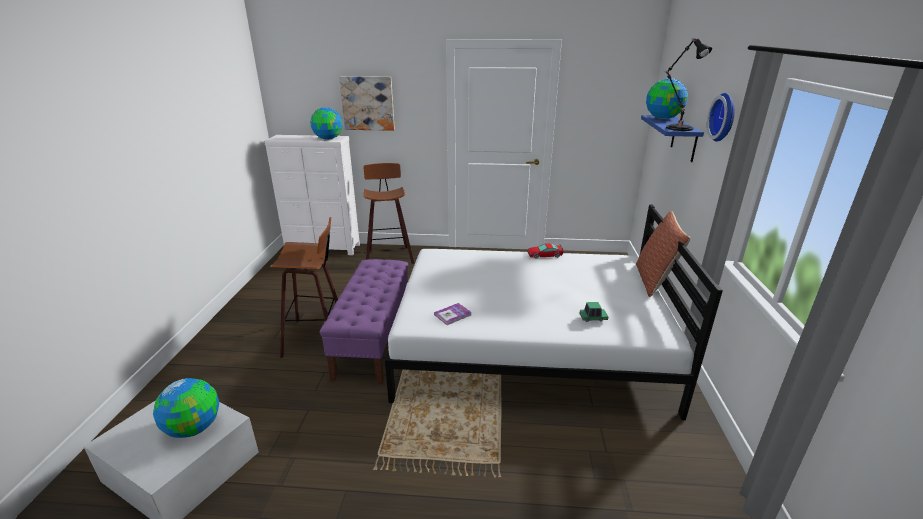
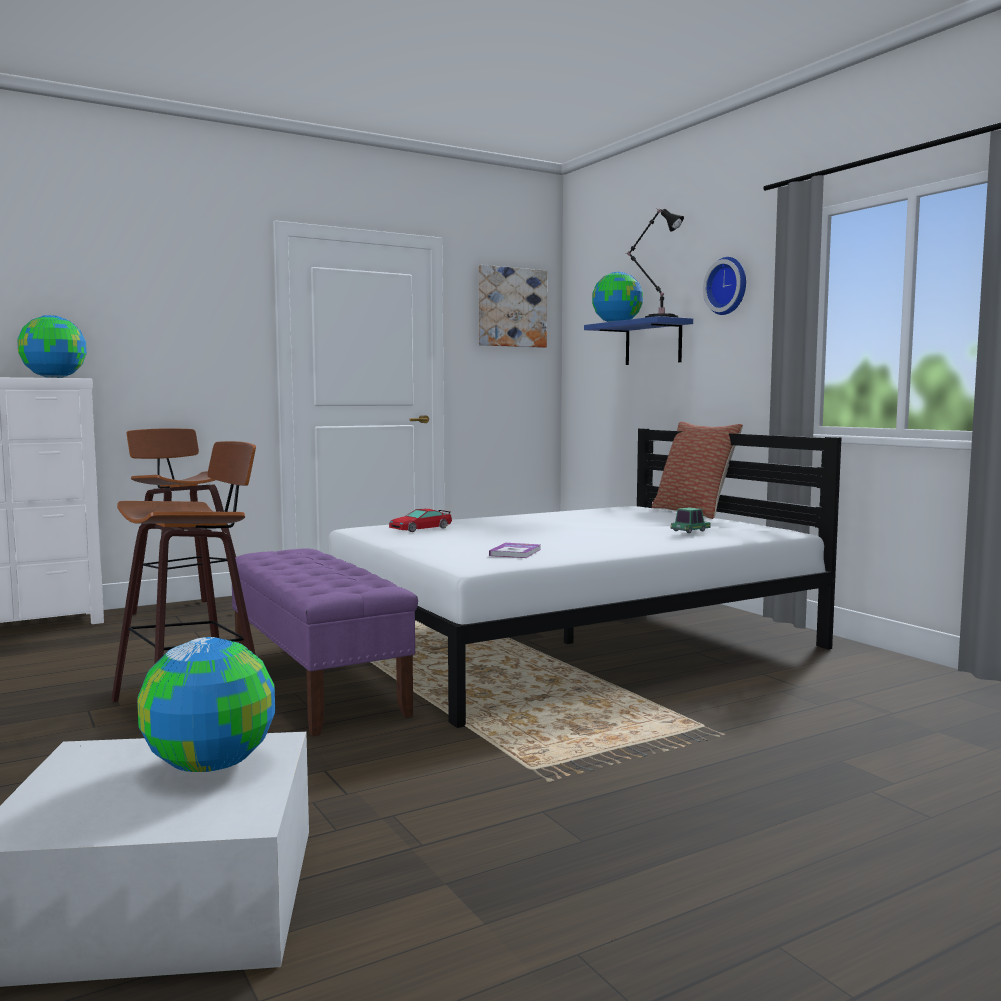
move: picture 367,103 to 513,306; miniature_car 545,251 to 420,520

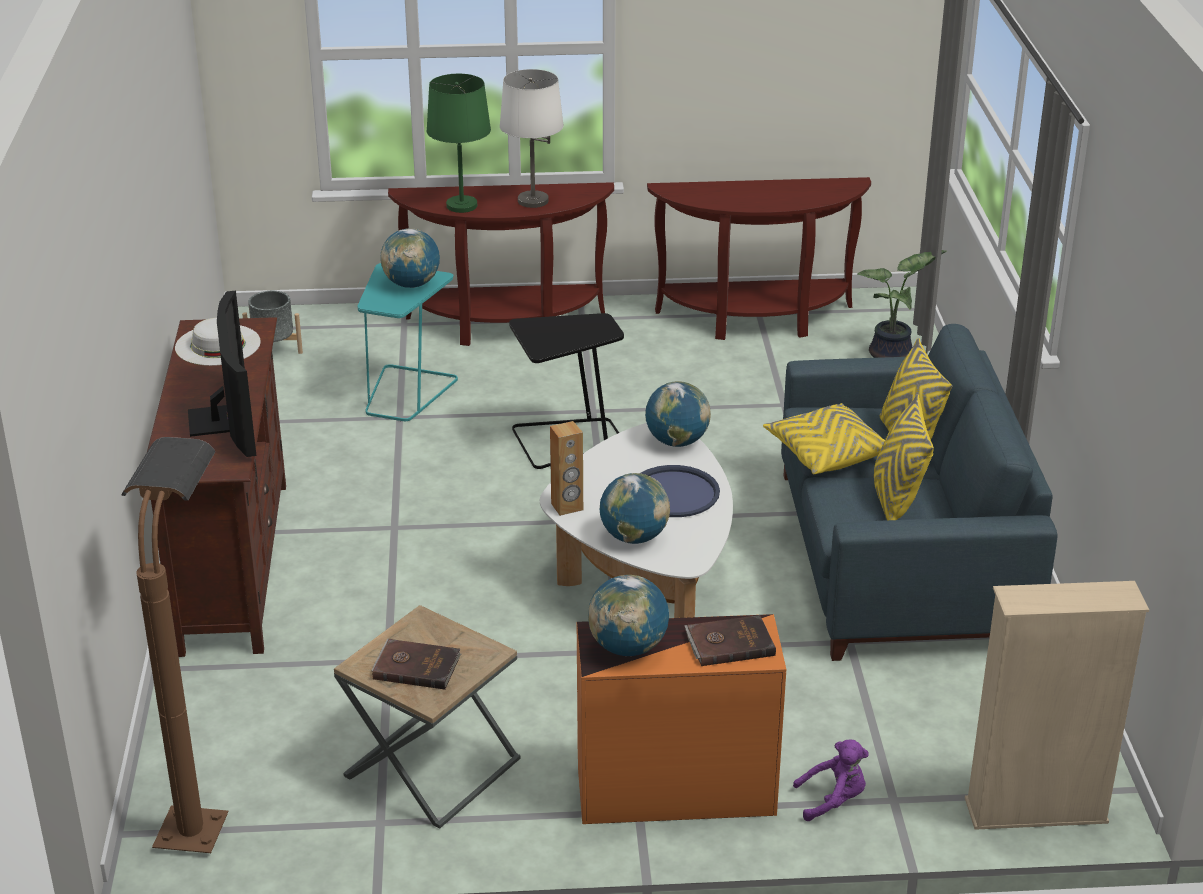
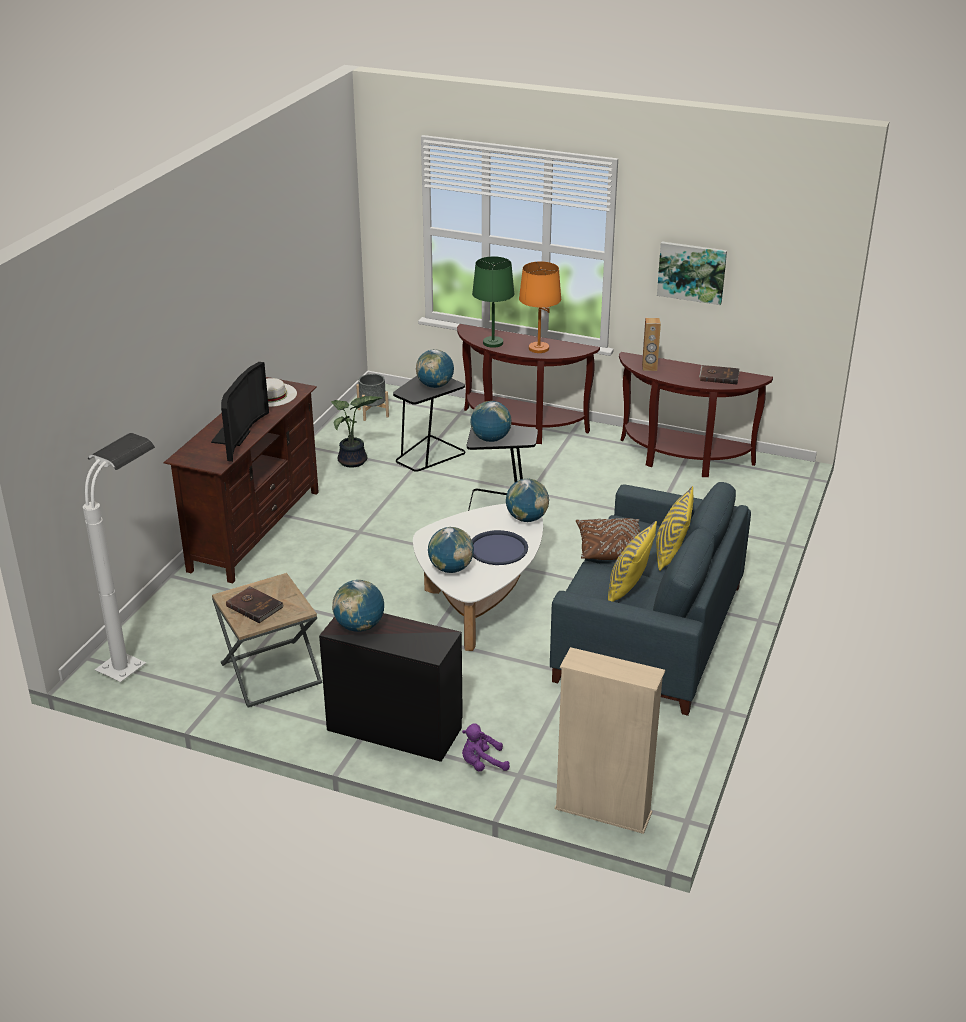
insert: world_globe 491,421; picture 692,273
move: brown-coloured_audio_speaker 566,468 to 651,344; brown-coloured_bound_book 730,640 to 719,374; plant_in_a_pot 902,304 to 356,432
recolor: brown-coloured_standing_lamp 175,645 to whitish_standing_lamp 119,557; turquoise_accent_table 407,342 to blackish_accent_table 429,424; whitish_table_lamp 532,138 to orange_table_lamp 540,307; orange_drawer_chest 681,719 to blackish_drawer_chest 391,687; yellow_cushion 824,438 to brown-coloured_cushion 608,539
rotate: purplish_soft_toy 831,780 = 486,747 150 degrees clockwise

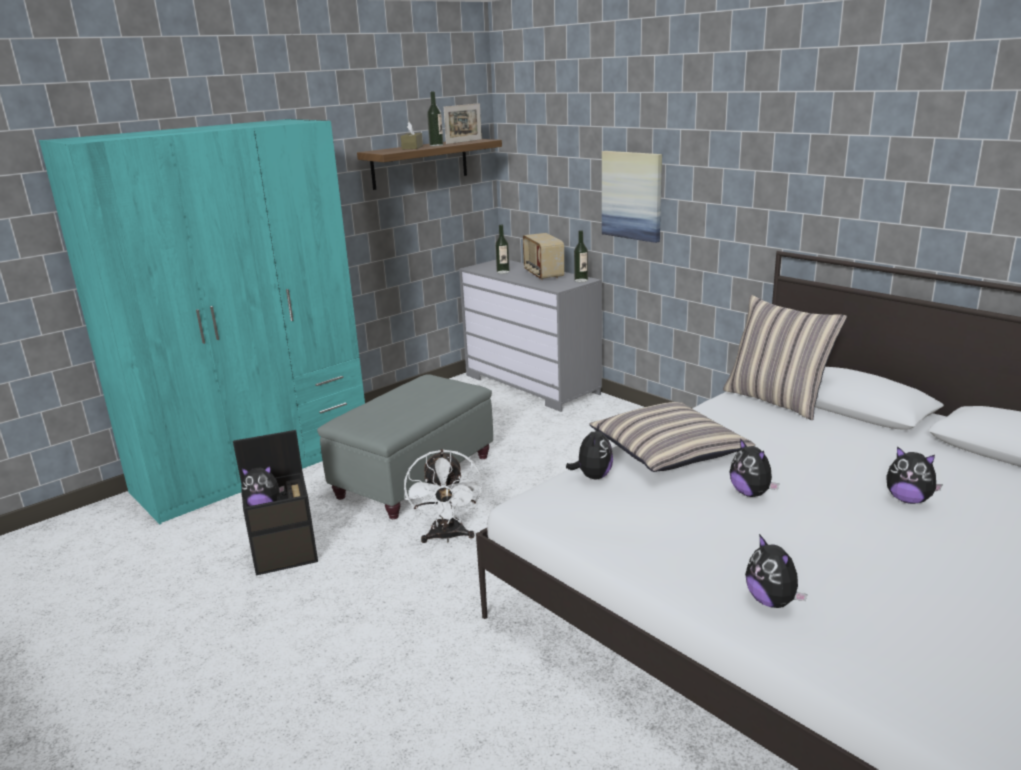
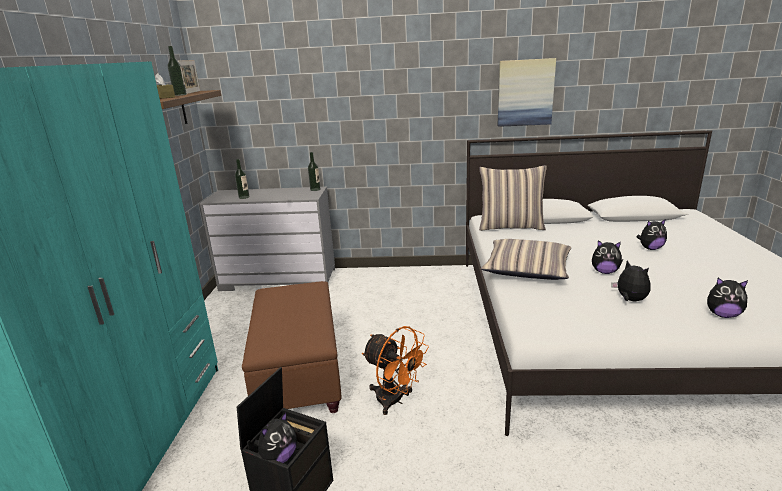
delete: radio_receiver 543,256
move: soft_toy 589,452 to 631,280; picture 632,197 to 526,92
recolor: greyish_pouffe 405,446 to brown-coloured_pouffe 292,347; whitish_cooling_fan 443,496 to orange_cooling_fan 395,370

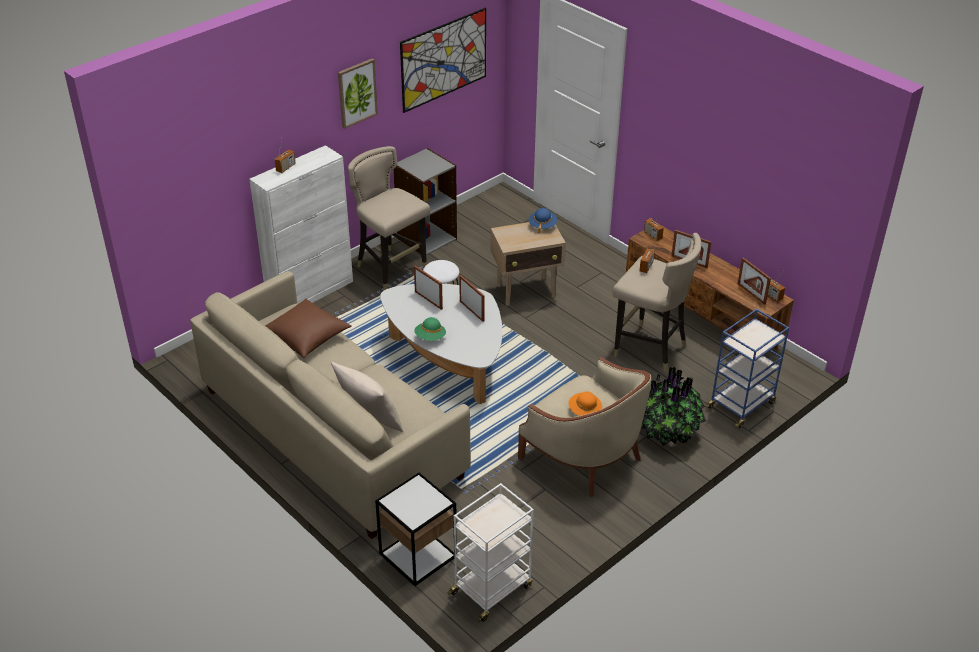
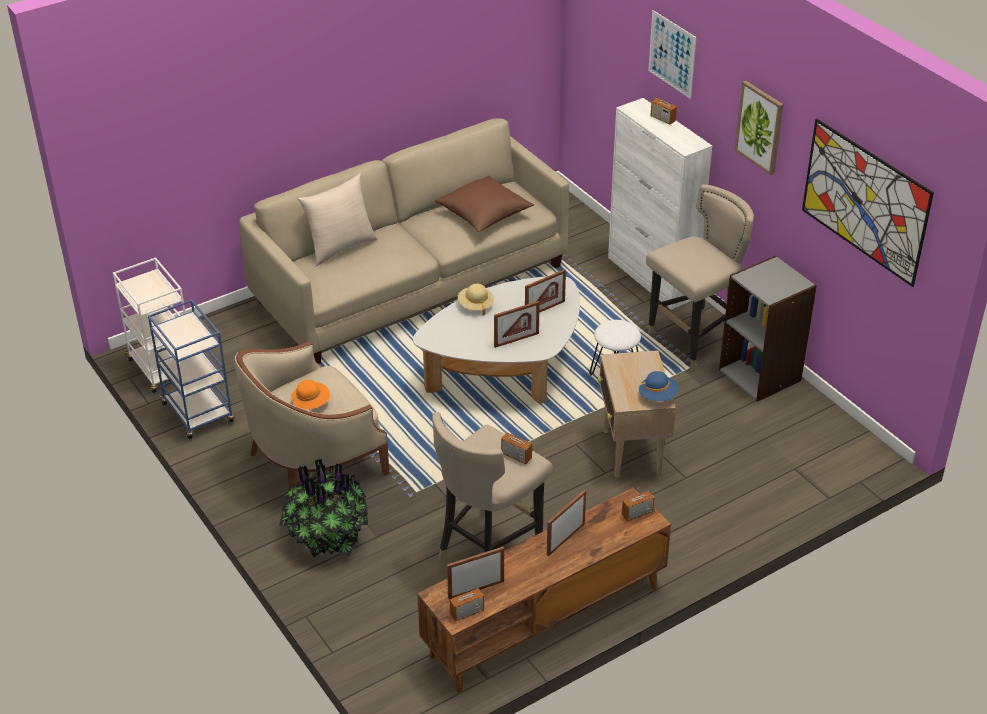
delete: accent_table 416,529
insert: picture 672,54
move: blue-coloured_cart 747,368 to 191,369
recolor: greenish_hat 430,329 to beige-coloured_hat 476,299

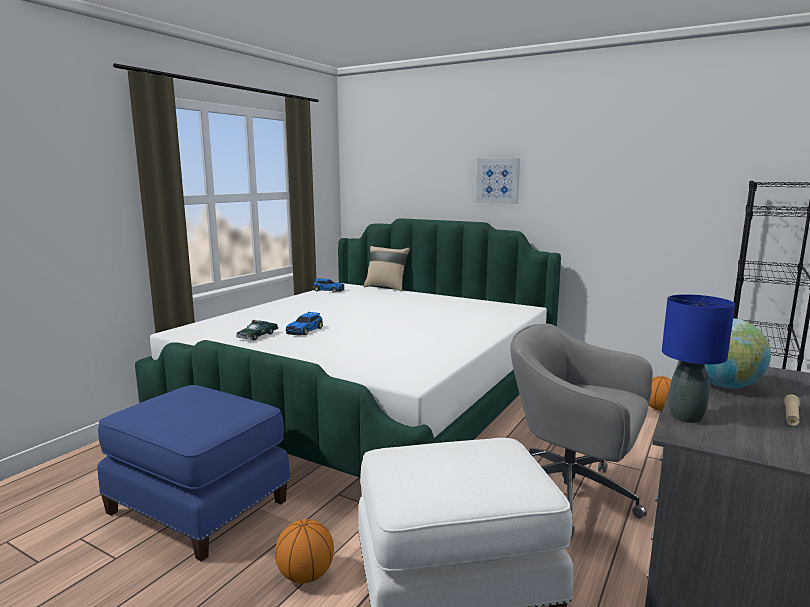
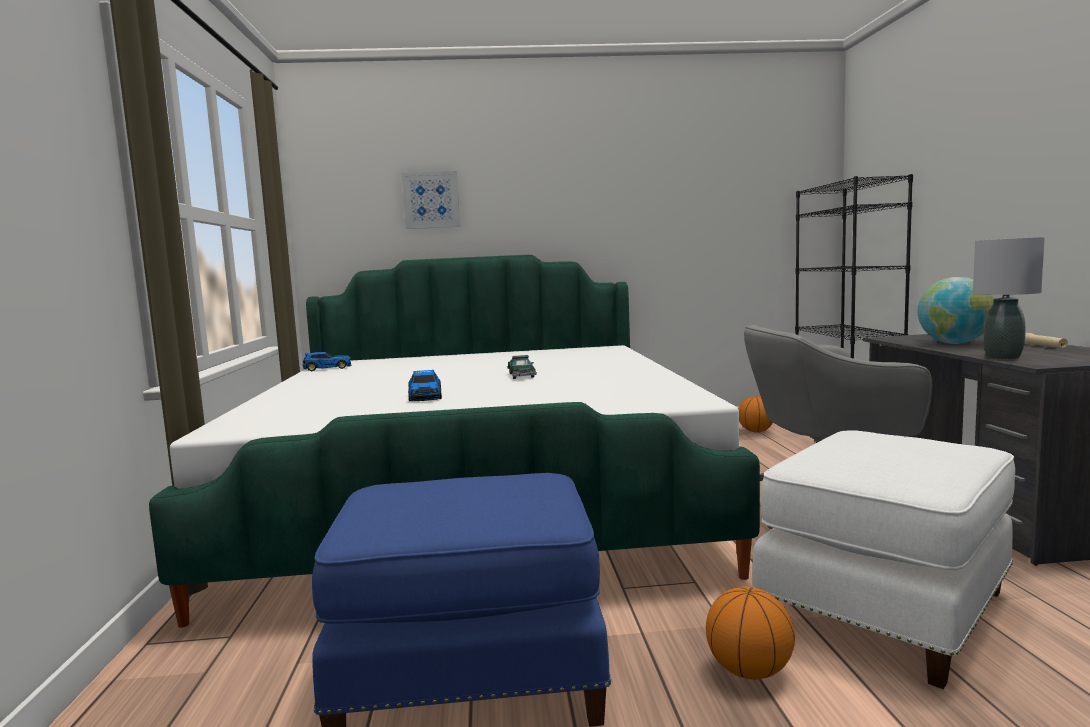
delete: beige-coloured_cushion 386,269
move: miniature_car 257,330 to 522,367; picture 498,181 to 431,200
recolor: blue-coloured_table_lamp 698,358 to greyish_table_lamp 1009,298

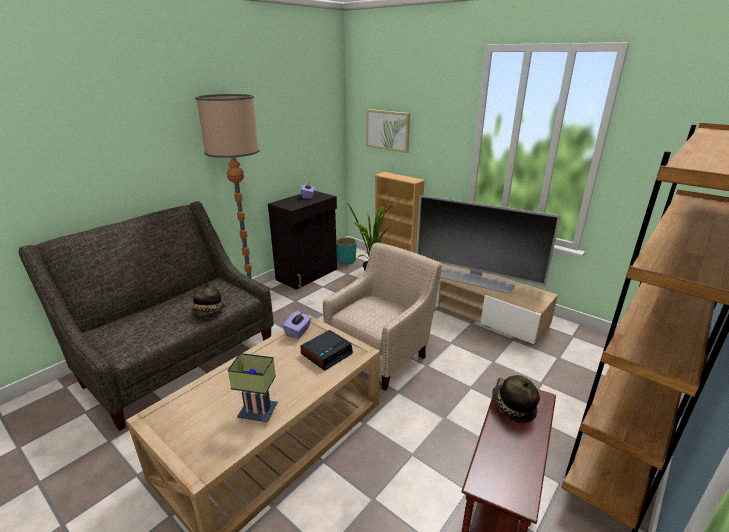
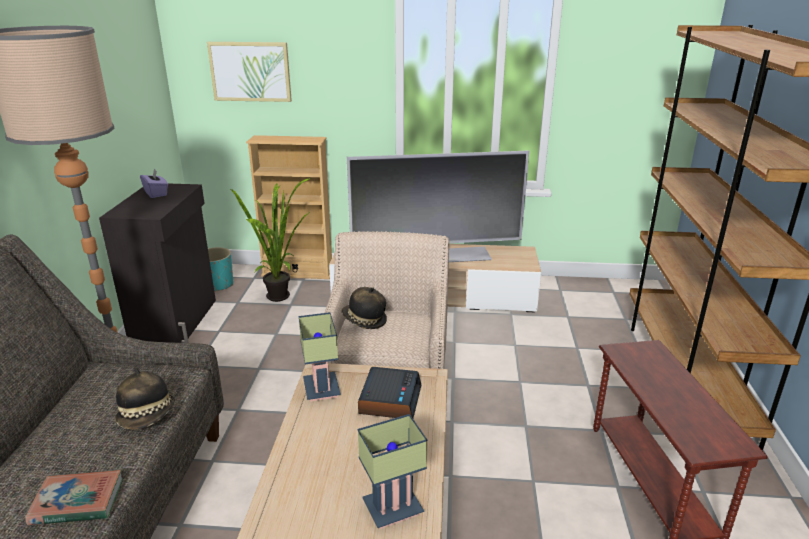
insert: bound_book 74,497
move: hat 516,399 to 364,308
replace: purplish_tissue_box 297,325 to table_lamp 319,356

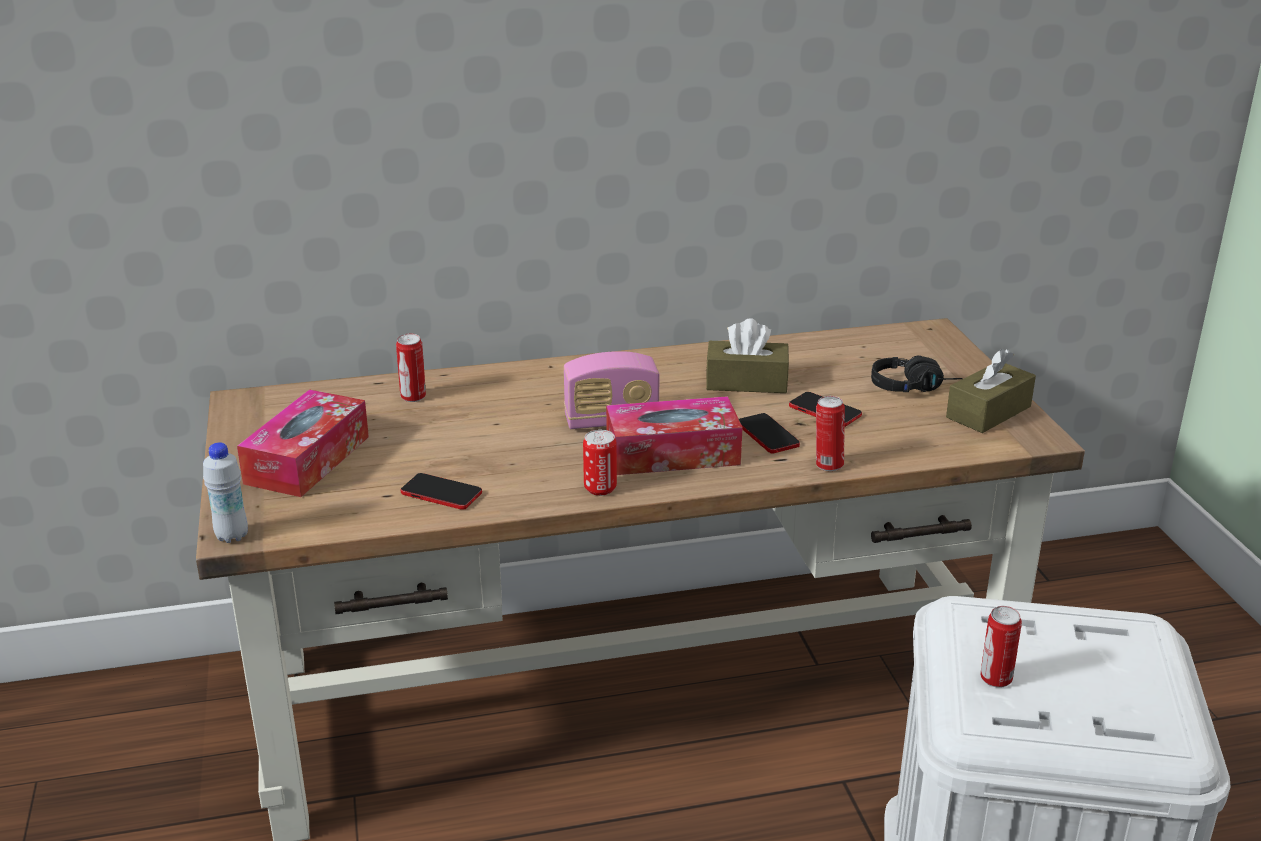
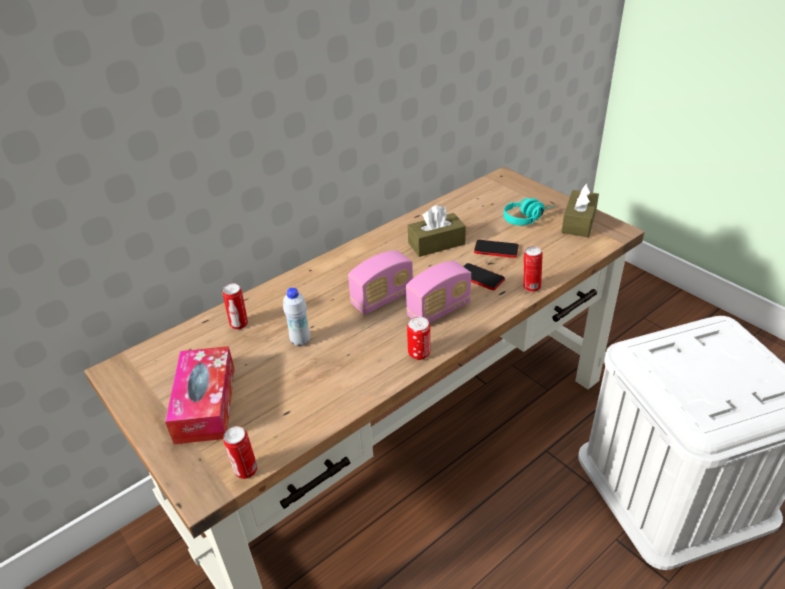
delete: phone 441,491
move: whitish_drink_bottle 225,493 to 296,317; can 1001,647 to 240,452
replace: tissue_box 674,435 to radio_receiver 438,292
recolor: blackish_headphones 917,373 to turquoise_headphones 529,211

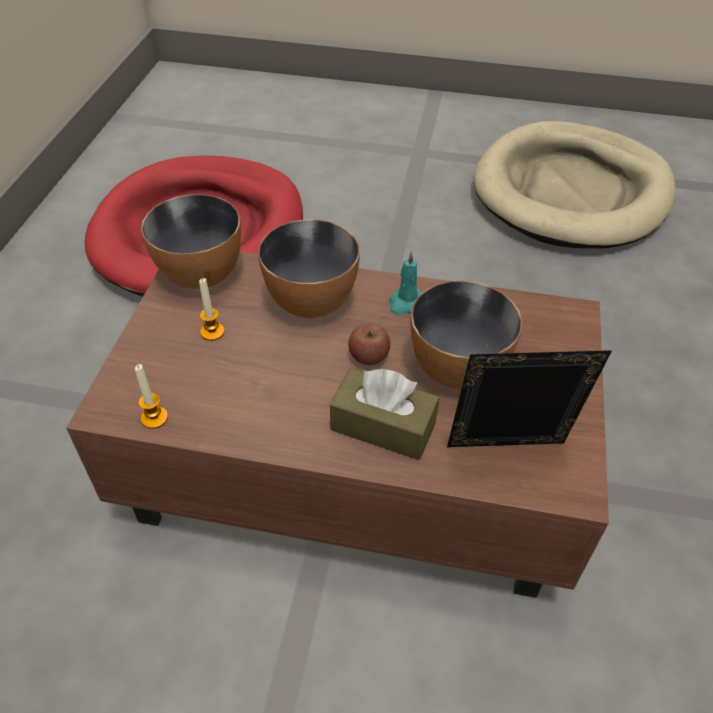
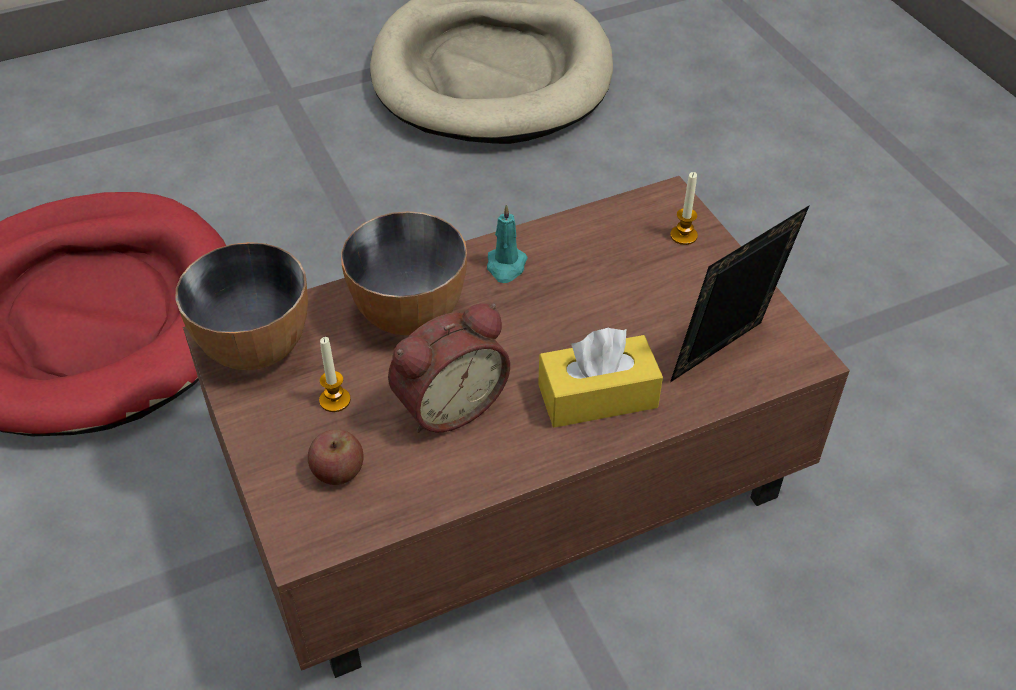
delete: bowl 466,335
insert: bedside_clock 449,368
move: wax_light 151,396 to 684,208; whole_apple 369,344 to 336,457
recolor: brown-coloured_tissue_box 384,414 to yellow_tissue_box 600,378

